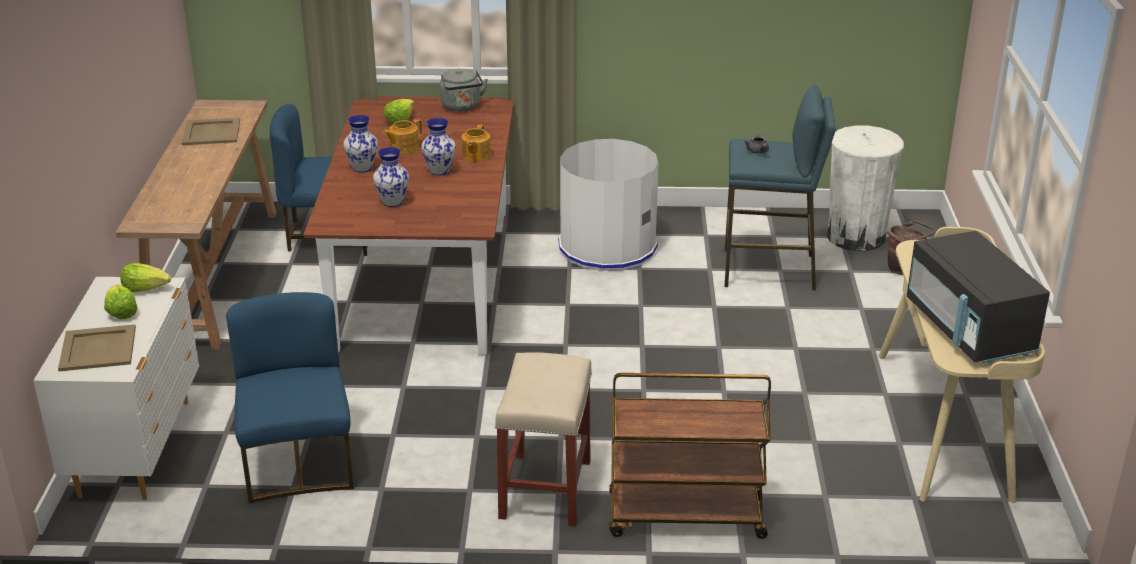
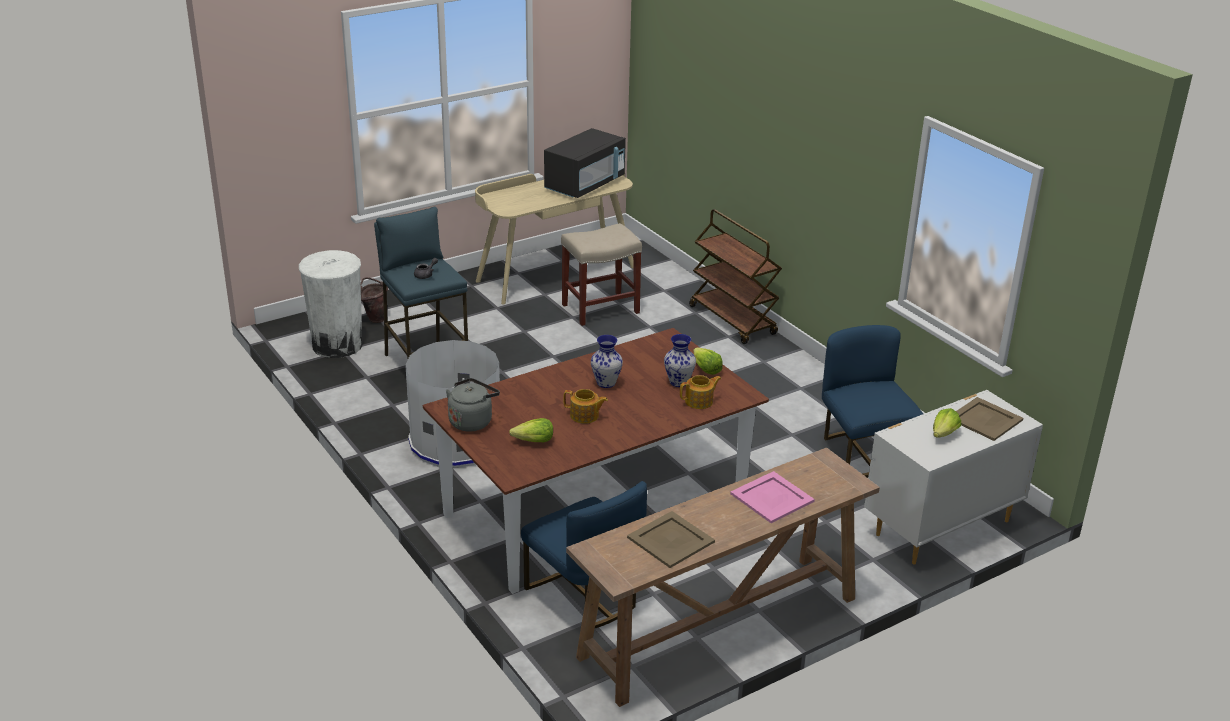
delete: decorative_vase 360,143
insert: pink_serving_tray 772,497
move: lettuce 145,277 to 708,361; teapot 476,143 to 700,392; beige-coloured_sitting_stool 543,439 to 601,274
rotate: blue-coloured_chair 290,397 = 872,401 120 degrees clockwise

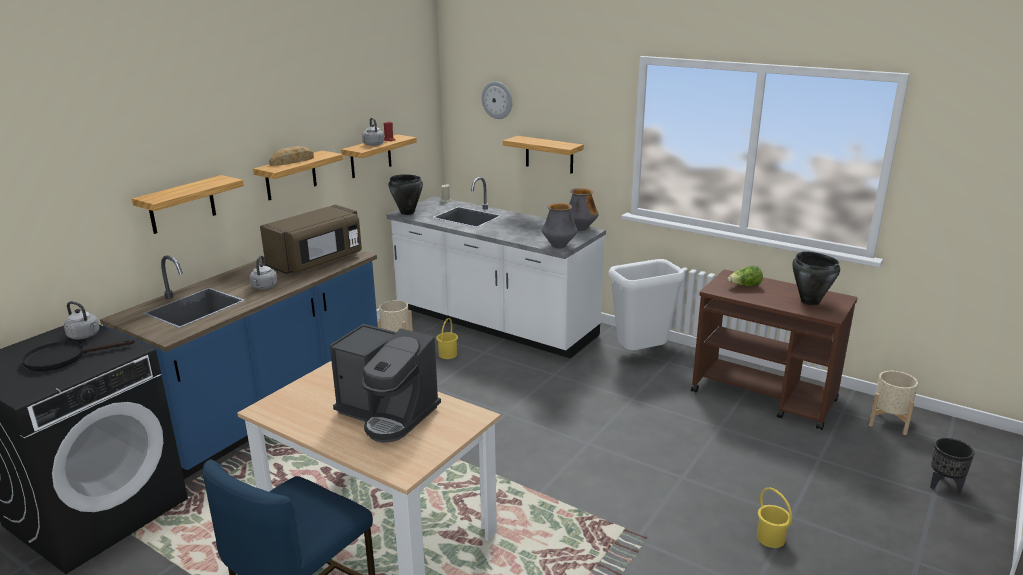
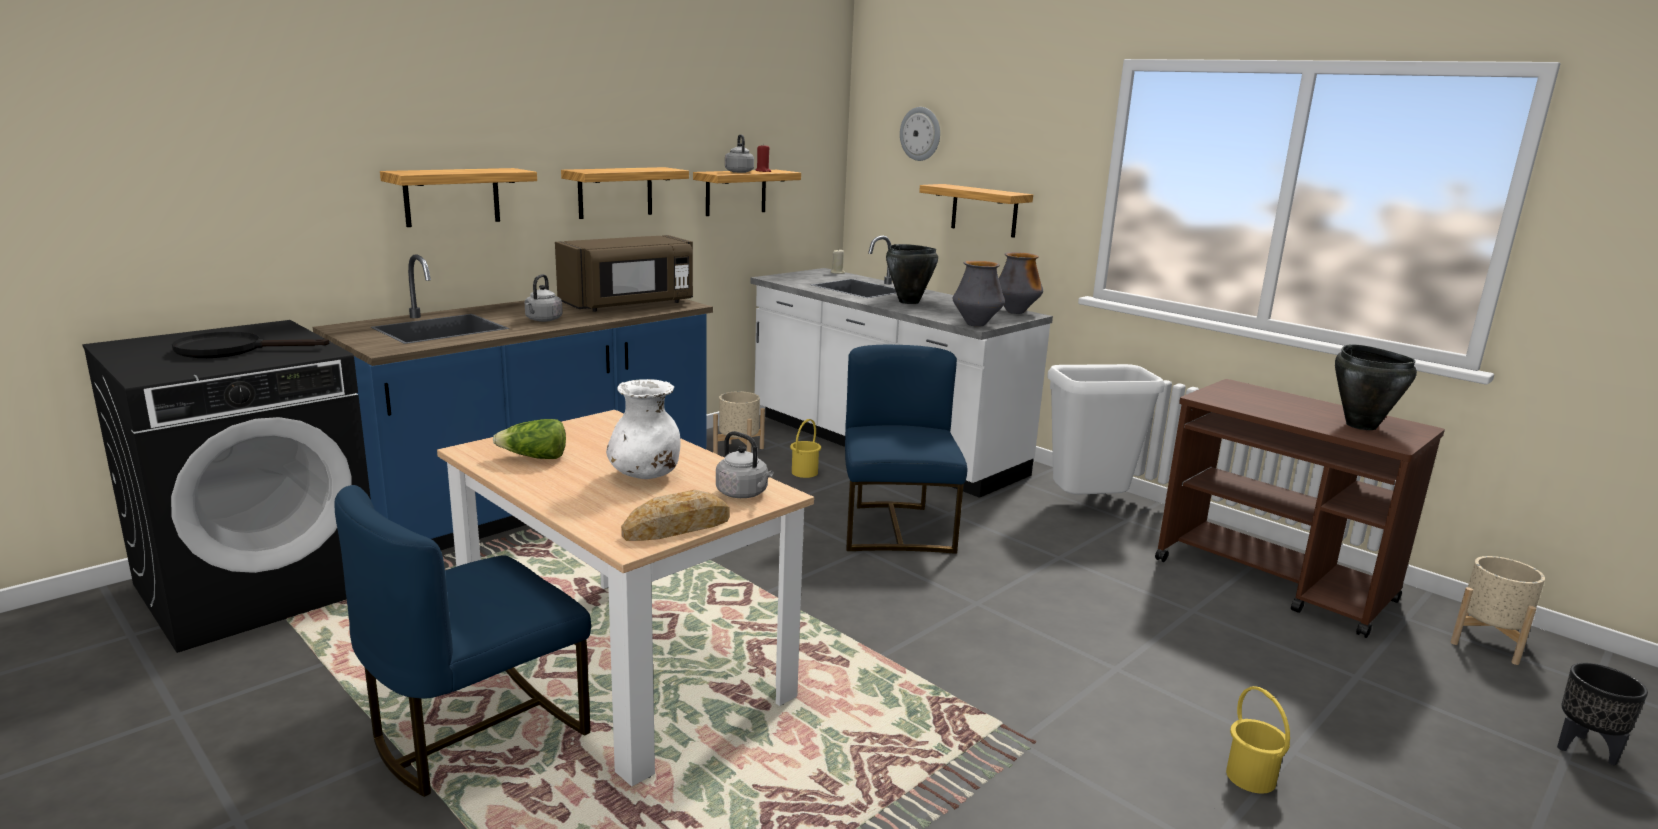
insert: blue-coloured_chair 906,449
move: greyish_tea_kettle 82,320 to 744,464; bread 291,156 to 675,515; blackish_saucepot 405,194 to 912,274; lettuce 745,276 to 529,439
replace: coffee_machine 385,383 to whitish_decorative_vase 643,429

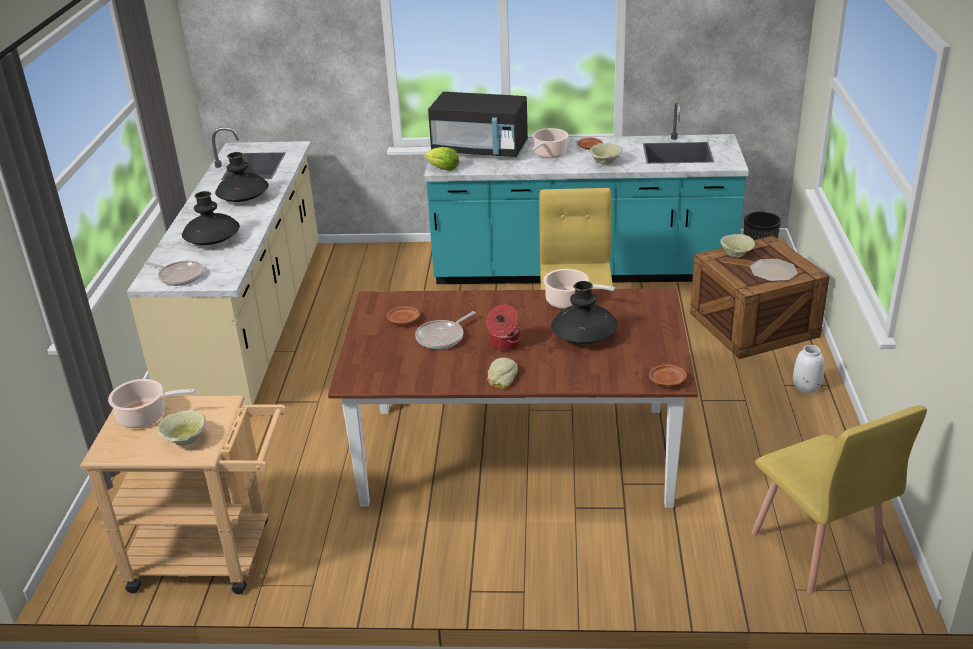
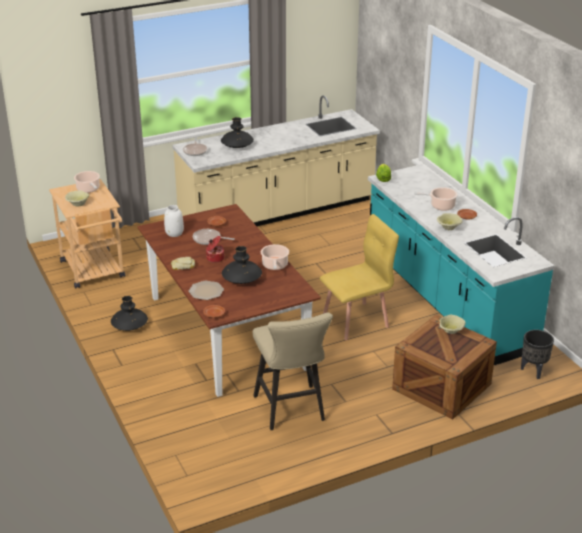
delete: blackish_kitchen_microwave 478,124; yellow_chair 839,499
insert: beige-coloured_sitting_stool 293,371
move: blackish_decorative_vase 242,177 to 129,313; dinner_plate 774,270 to 206,290; whitish_decorative_vase 808,369 to 174,221

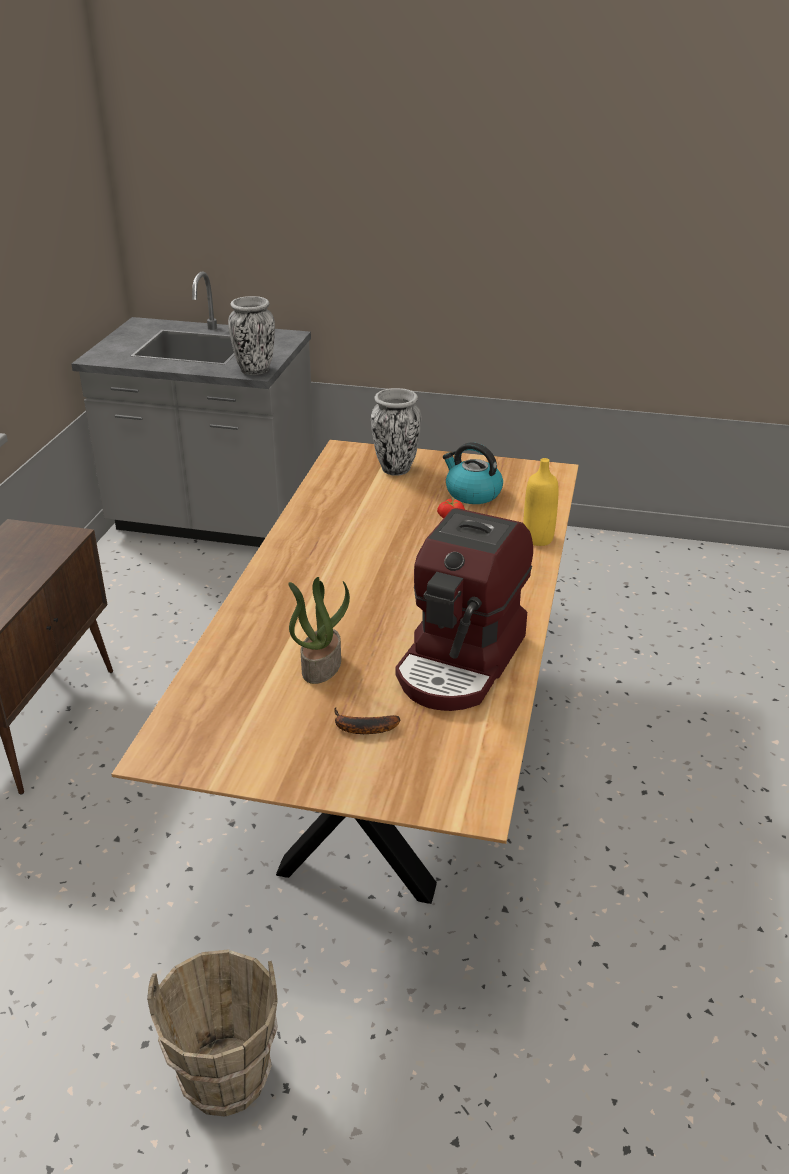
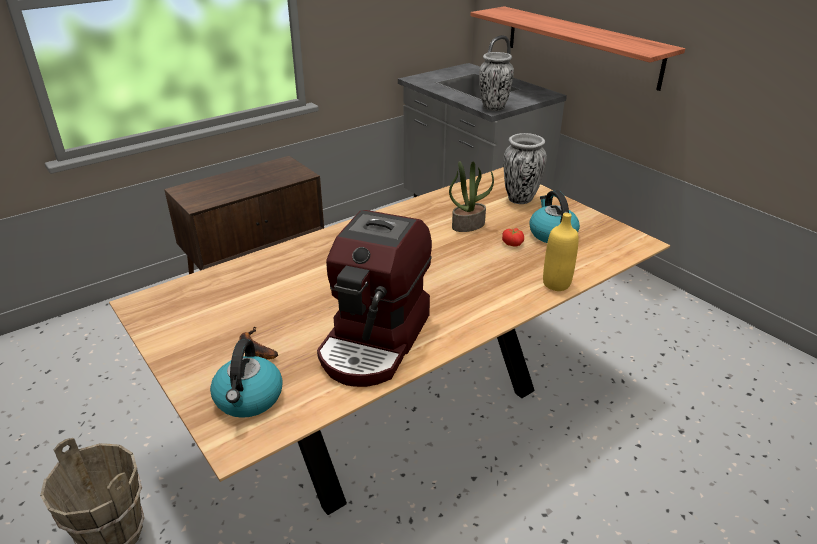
insert: tea_kettle 246,378; shelf 577,48
move: plant_in_a_pot 319,630 to 471,196
rotate: coffee_machine 464,609 = 374,298 45 degrees counterclockwise

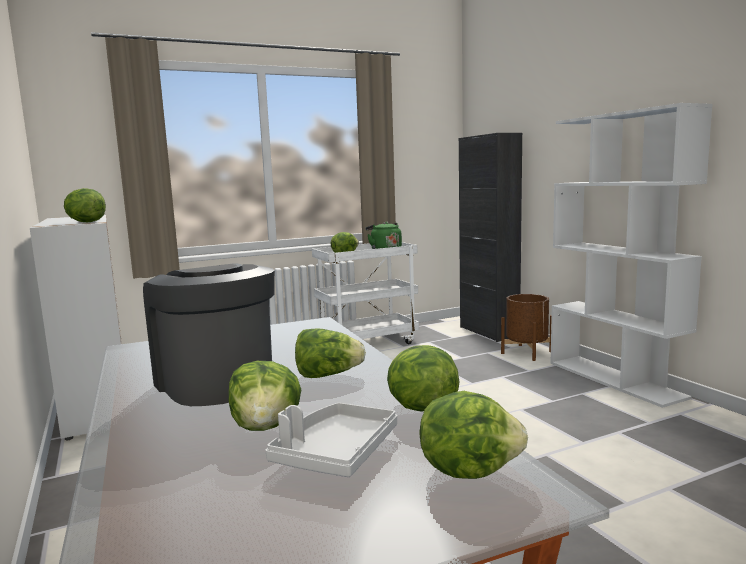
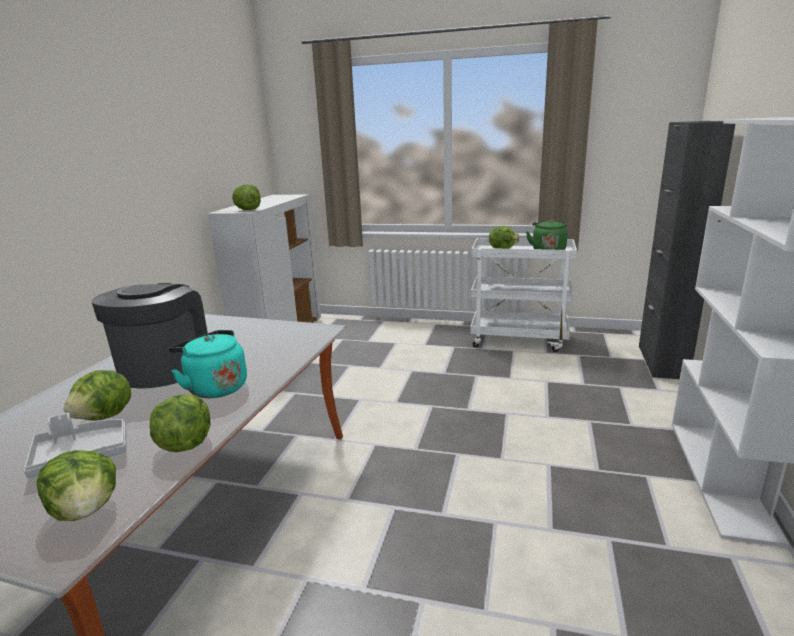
delete: brown-coloured_flower_pot 526,327
replace: lettuce 330,353 to turquoise_tea_kettle 207,364

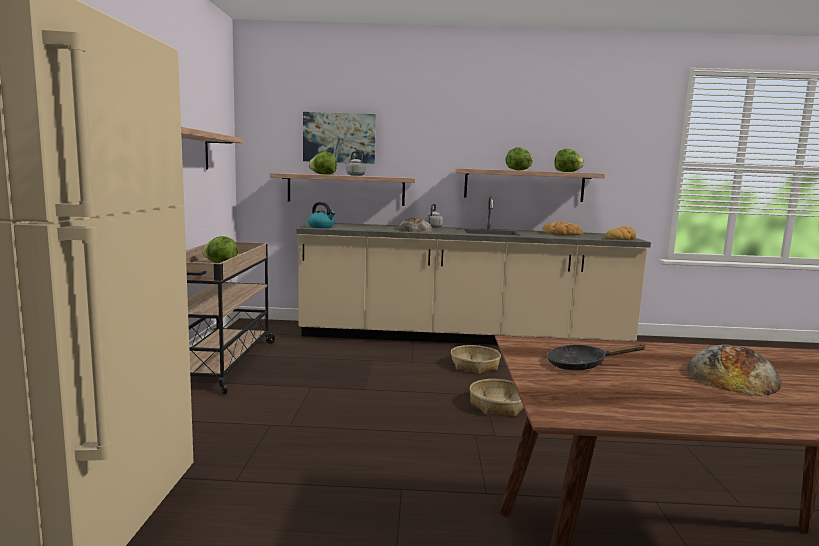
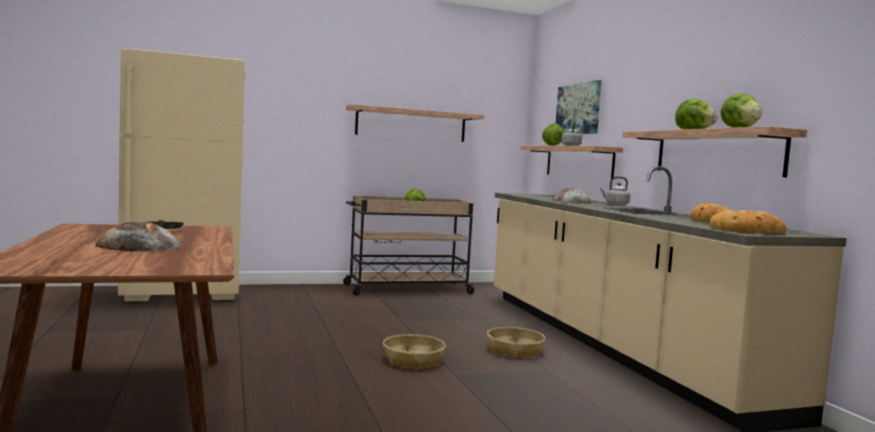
delete: tea_kettle 321,215

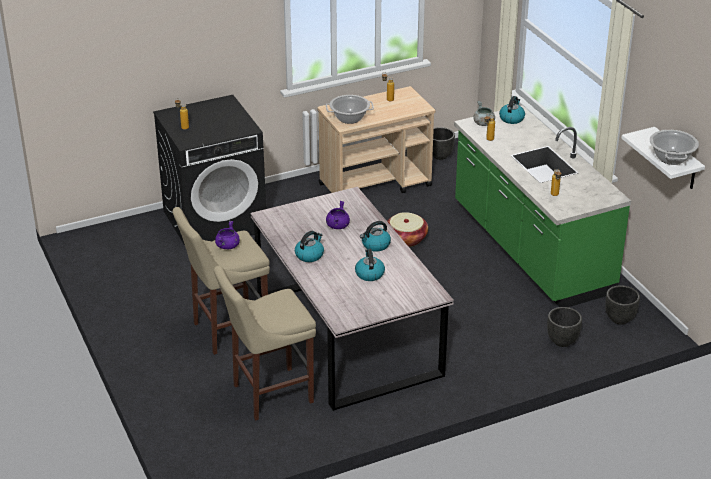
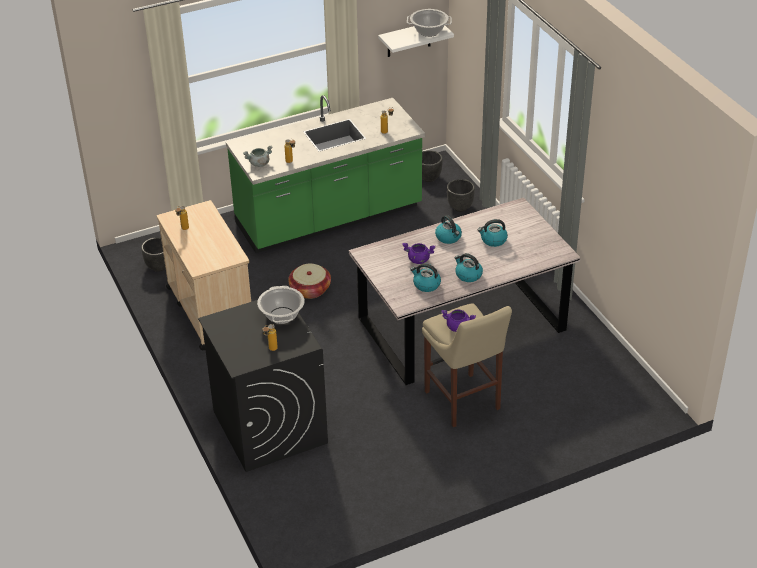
delete: beige-coloured_sitting_stool 265,343
move: saucepot 350,109 to 280,305; tea_kettle 512,110 to 425,277

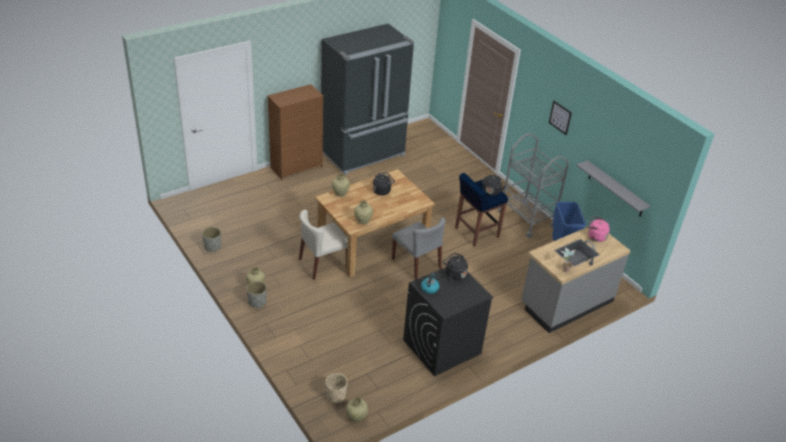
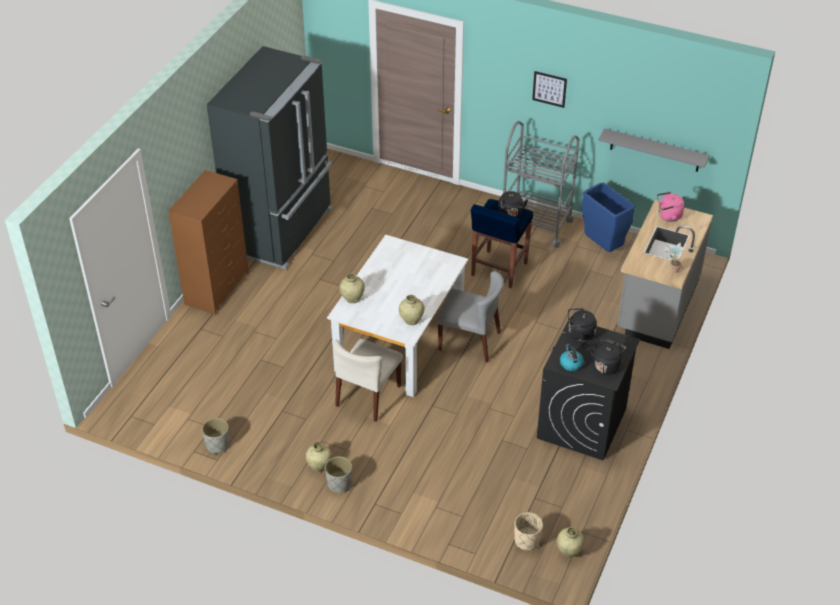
move: blackish_tea_kettle 384,184 to 607,356
recolor: brown-coloured_kitchen_table 375,223 to whitish_kitchen_table 397,315

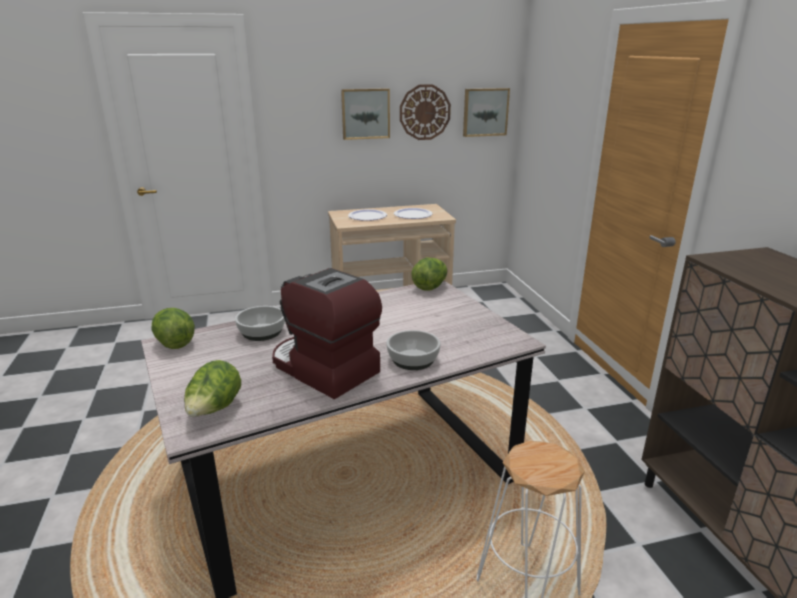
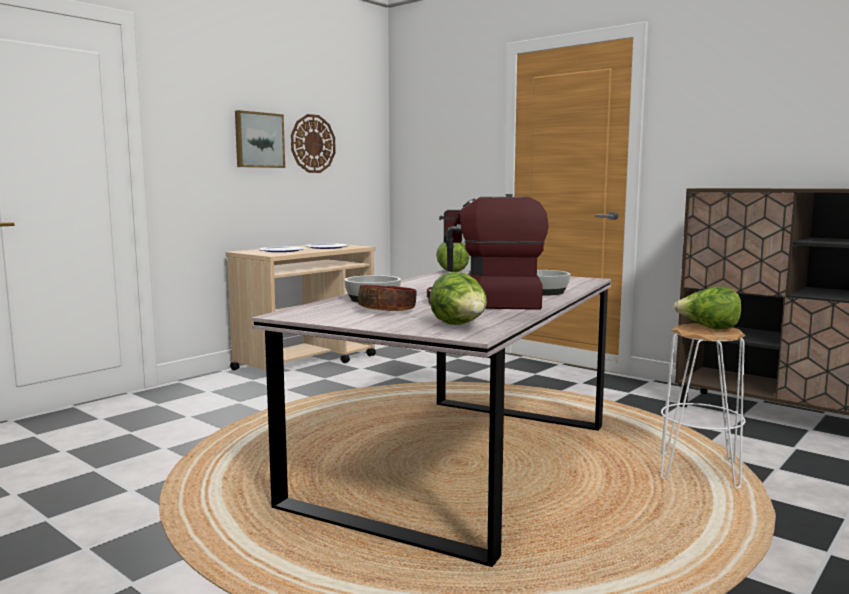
delete: picture 486,112
insert: bowl 387,298
move: lettuce 173,328 to 707,308

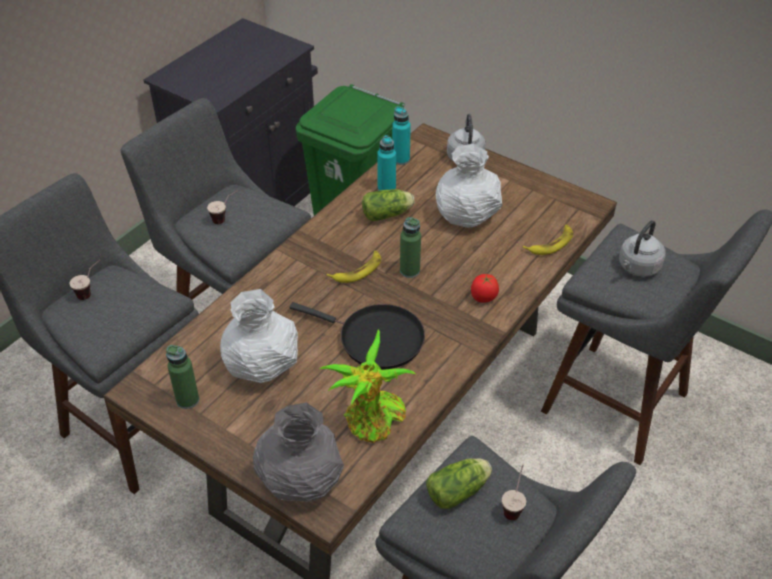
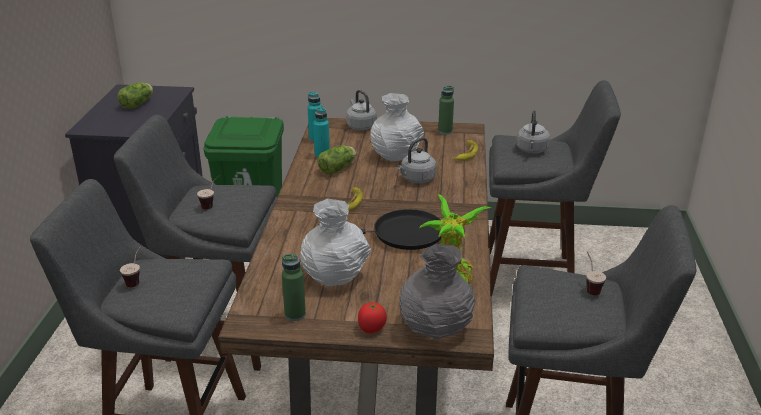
insert: greyish_tea_kettle 416,160
move: greenish_drink_bottle 410,247 to 446,110; lettuce 459,483 to 135,96; tomato 485,288 to 372,317

